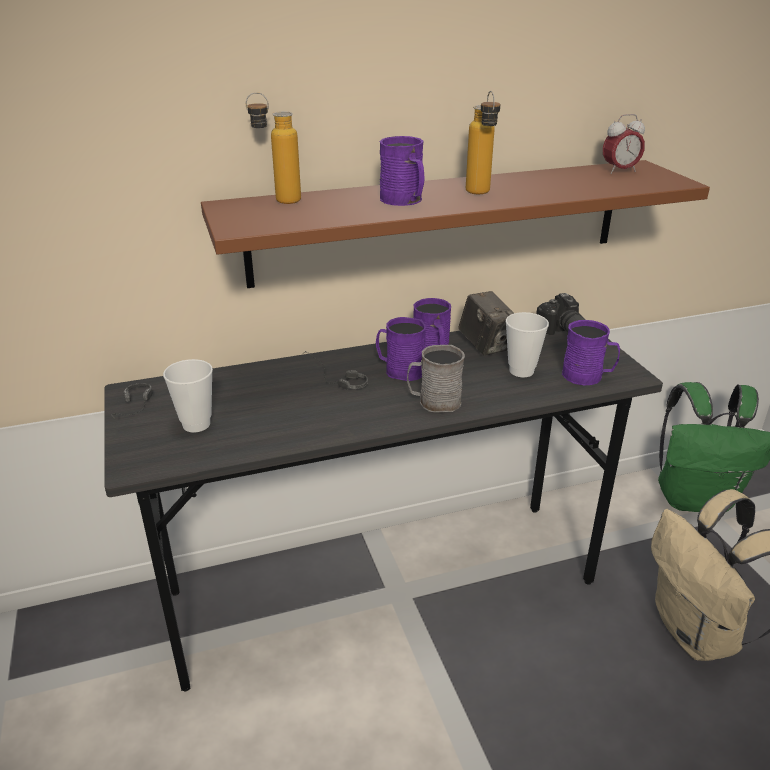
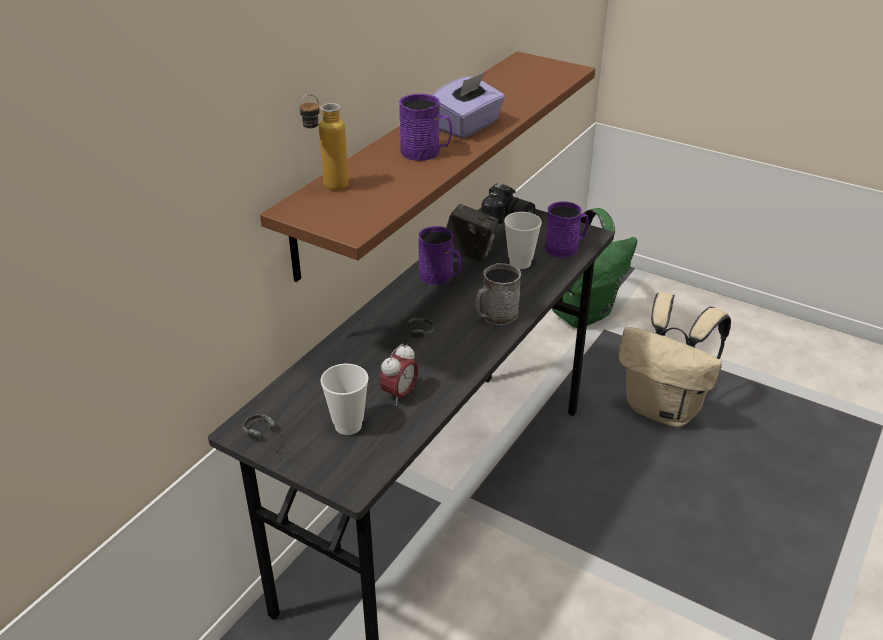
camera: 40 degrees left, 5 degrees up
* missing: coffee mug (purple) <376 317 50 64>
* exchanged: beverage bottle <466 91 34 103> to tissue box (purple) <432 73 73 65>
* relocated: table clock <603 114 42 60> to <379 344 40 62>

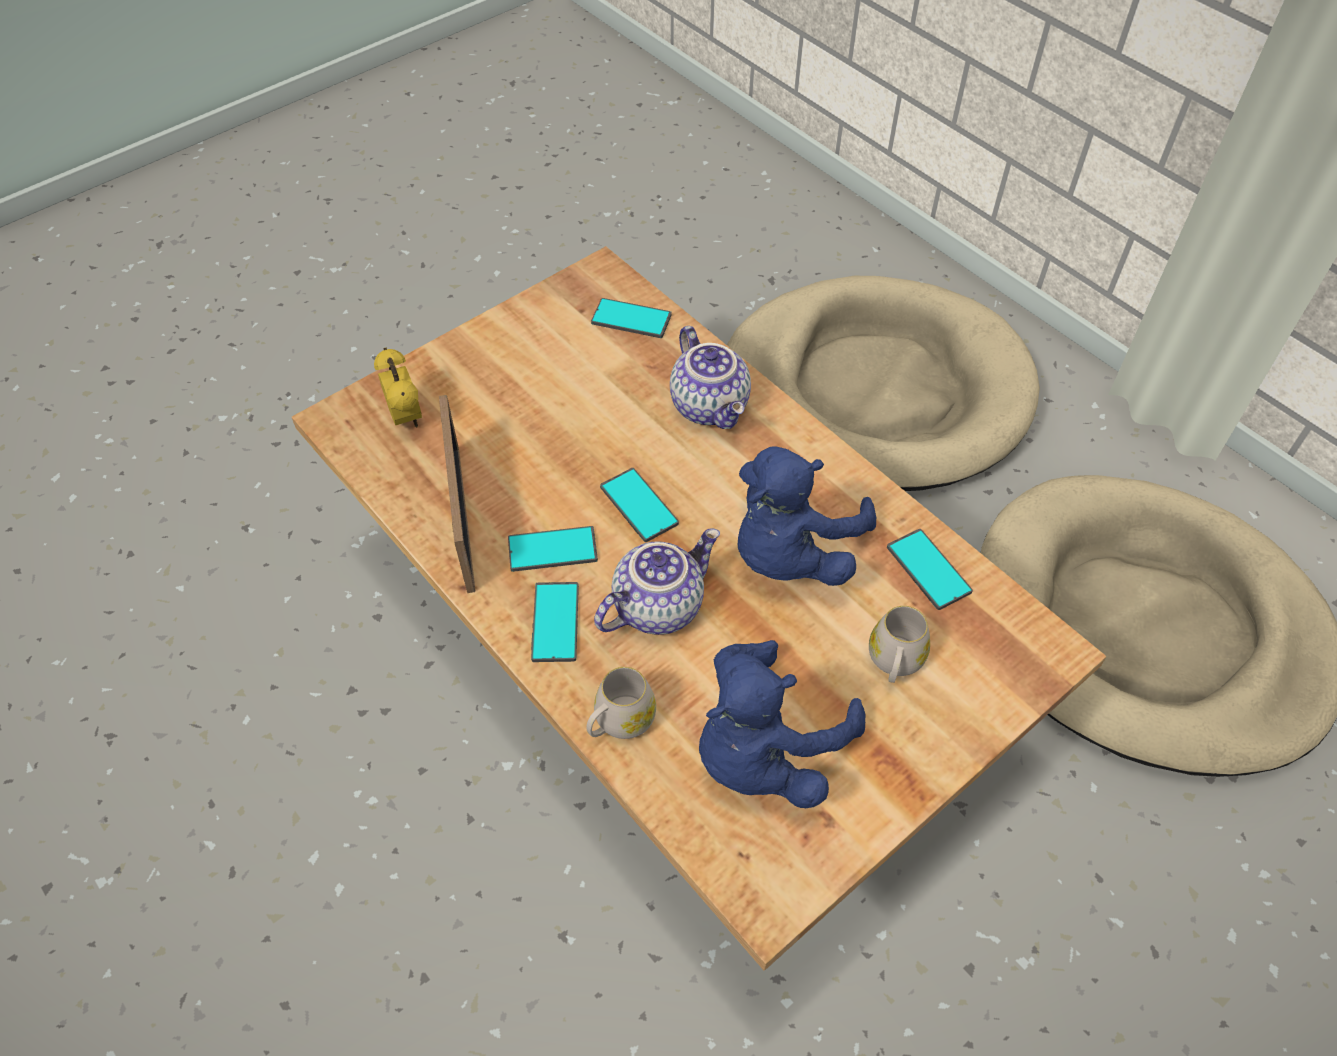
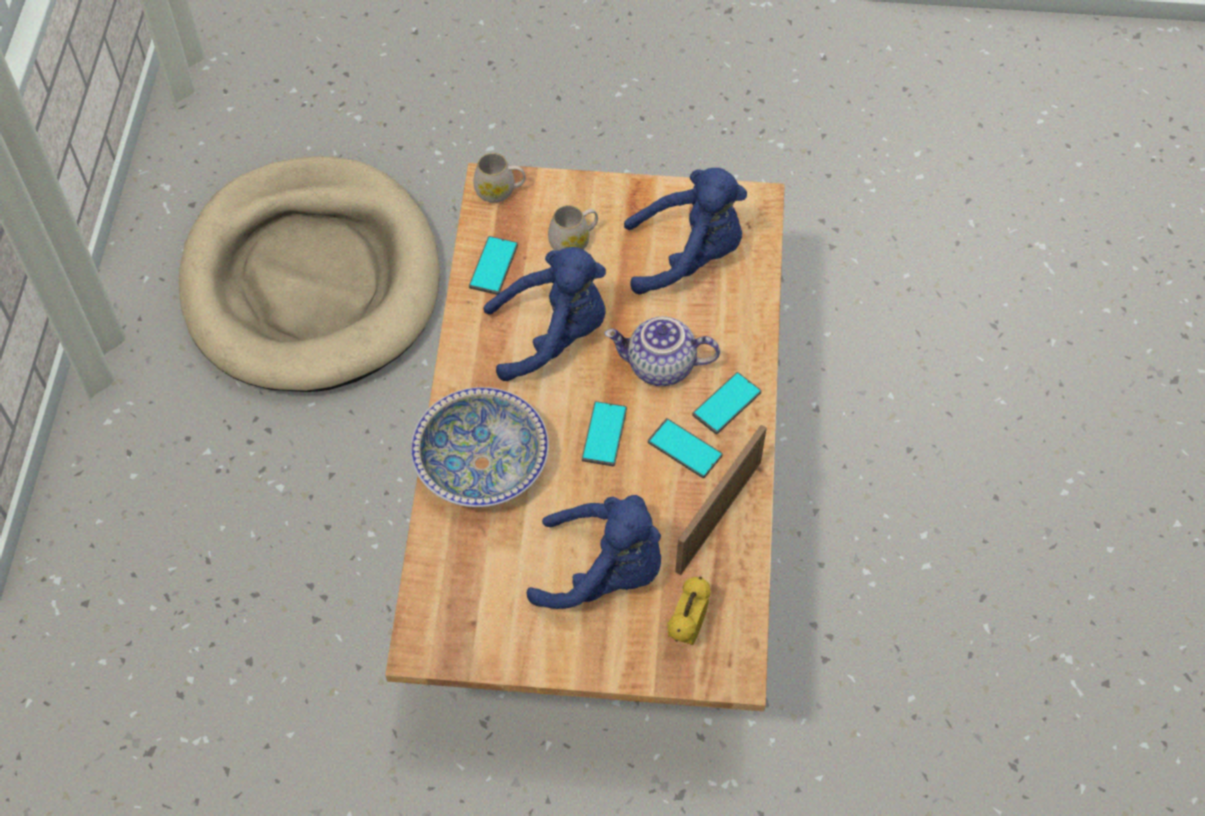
camera: 135 degrees left, 5 degrees up
* relocated: coffee mug (white-coloured) <586 667 70 72> to <473 153 52 50>
* missing: handset <591 298 81 40>
* exchanged: tea pot <670 326 81 103> to serving bowl <411 387 138 120>
* missing: pet bed (beige-coloured) <727 276 313 215>
* appeared: cuddly toy (blue-coloured) <527 495 134 114>

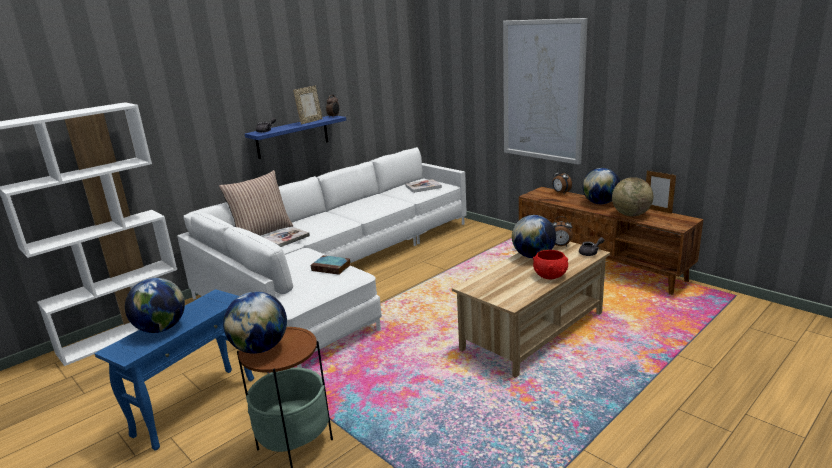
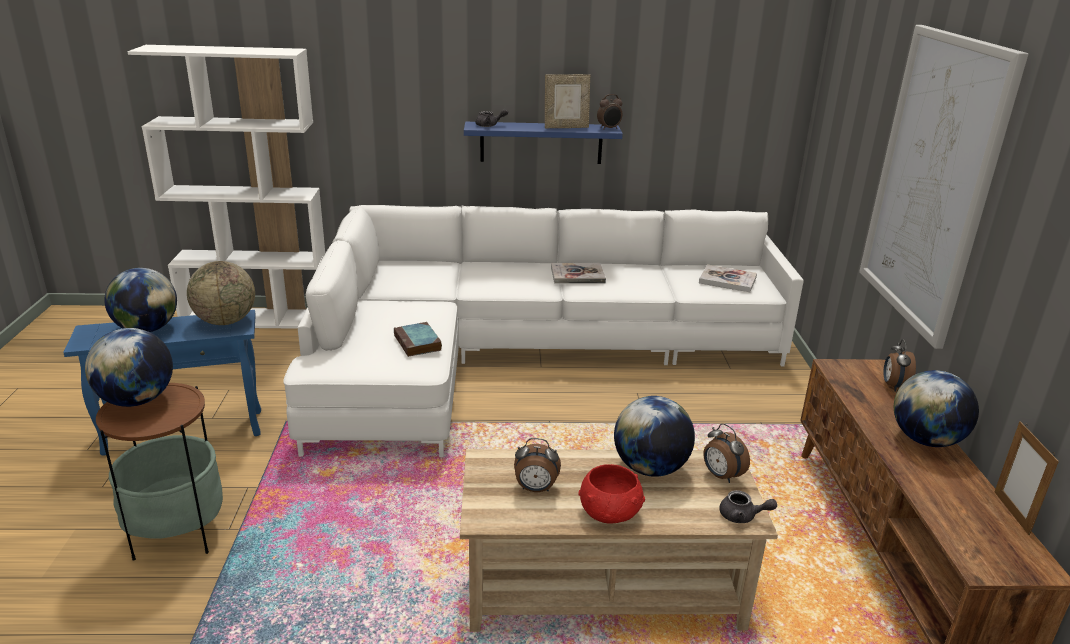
camera: 40 degrees right, 5 degrees up
* missing: cushion <219 170 74 66>
* relocated: book <264 227 46 20> to <551 263 55 20>
* relocated: world globe <612 177 41 39> to <187 261 68 64>
* appeared: table clock <514 438 47 54>

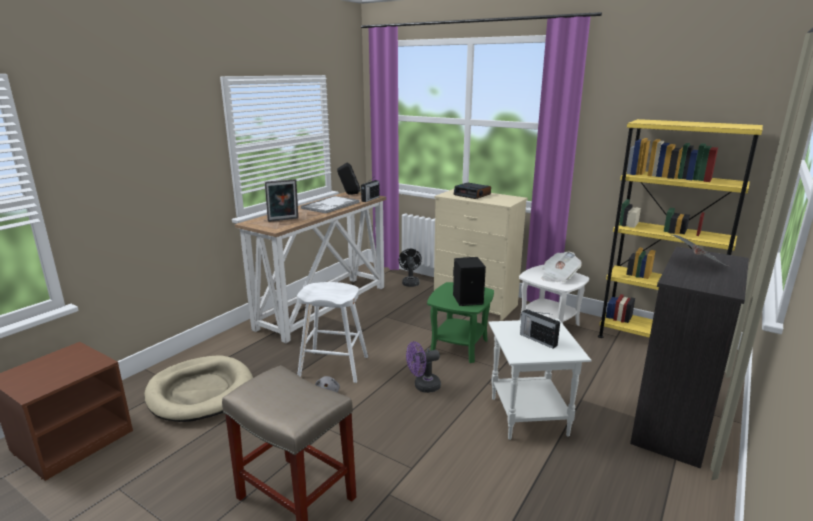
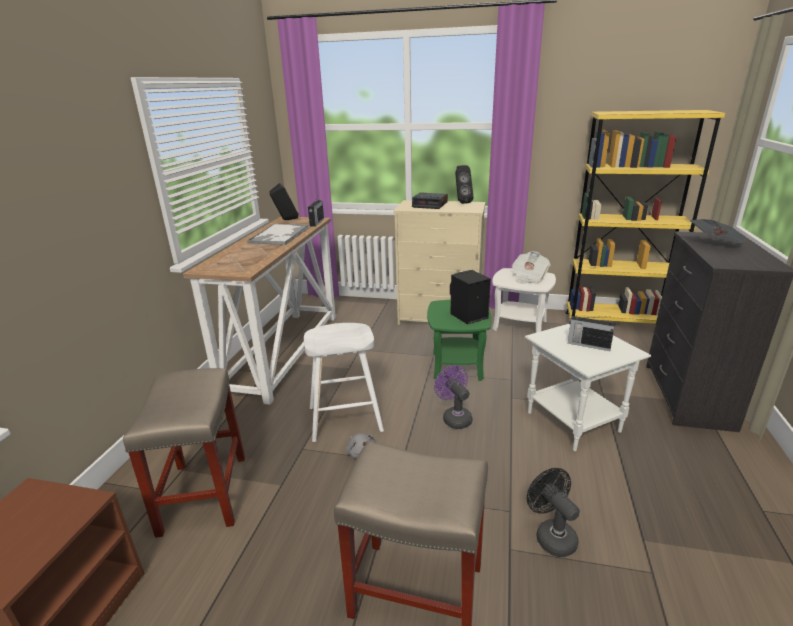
camera: 20 degrees left, 5 degrees up
* exchanged: pet bed (beige-coloured) <144 355 109 67> to stool (beige-coloured) <123 368 122 170>
* missing: picture frame <265 179 33 43>
* relocated: fan (blackish) <399 249 23 38> to <527 468 53 89>
* spun: fan (purple) <406 341 35 52> = <434 366 39 63> 105 degrees clockwise
* appeared: speaker (blackish) <455 165 18 39>

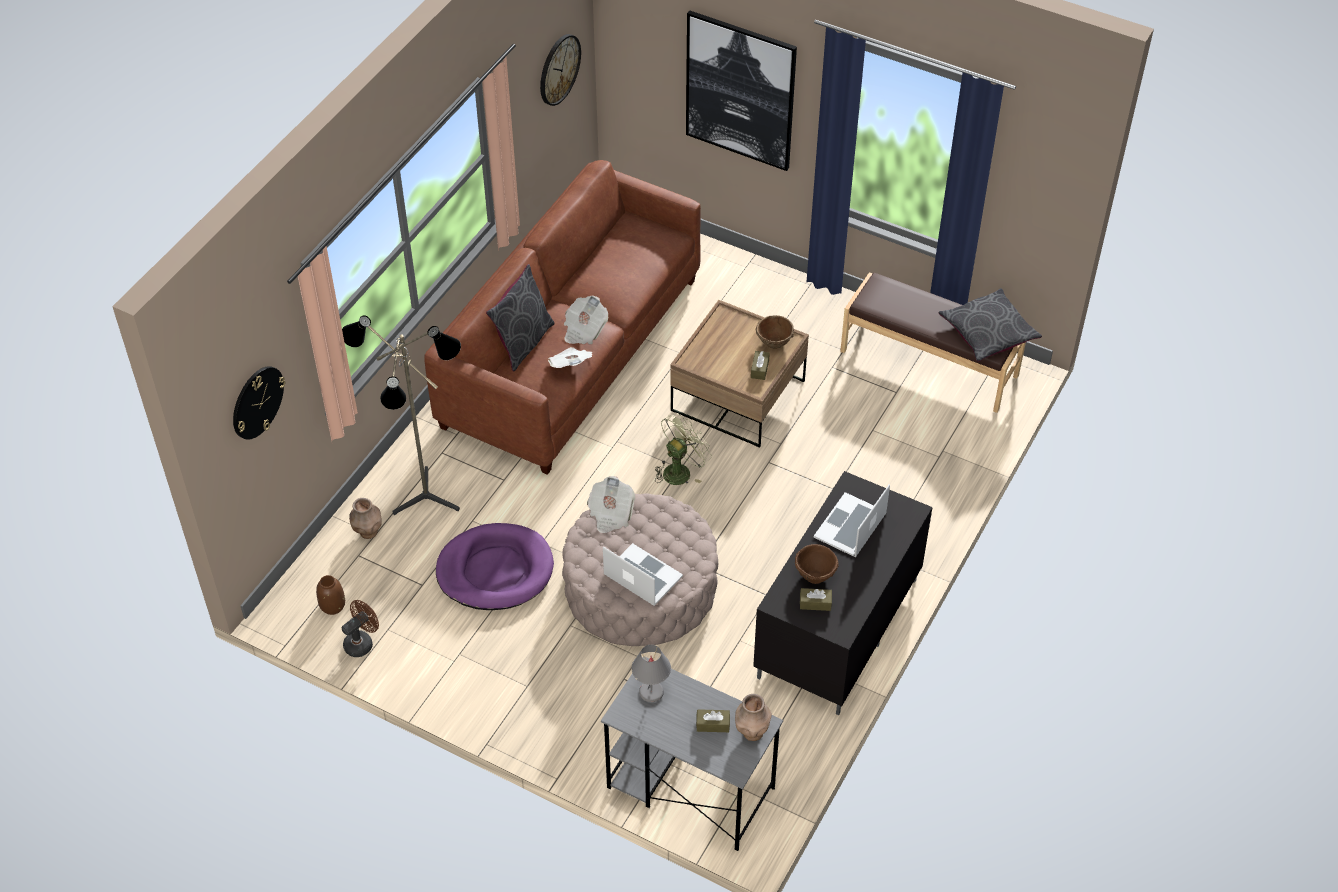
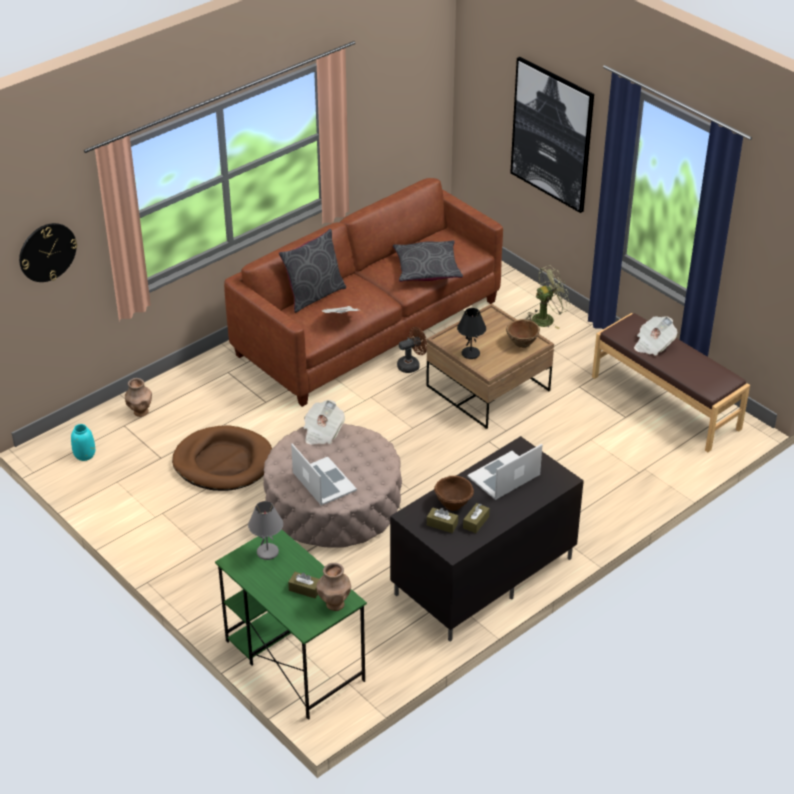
camera: 20 degrees right, 10 degrees down
* colour: flower vase (brown) <316 575 29 40> to flower vase (turquoise-coloured) <71 424 24 37>
* missing: standing lamp <342 316 119 199>
* relocated: fan (brown) <342 600 37 57> to <397 327 30 46>
* colour: pet bed (purple) <436 523 118 87> to pet bed (brown) <172 426 100 65>
* missing: wall clock <540 34 41 72>
* relocated: daily paper <564 295 44 50> to <634 316 43 40>
* colour: desk unit (gray) <601 656 182 195> to desk unit (green-coloured) <215 529 152 191>
* relocated: fan (green-coloured) <655 413 57 72> to <526 265 45 64>
* relocated: tissue box (brown) <751 351 19 29> to <463 503 27 30>
* relocated: cushion (gray) <939 288 103 74> to <393 240 70 42>
* appeared: table lamp (blackish) <457 308 29 51>

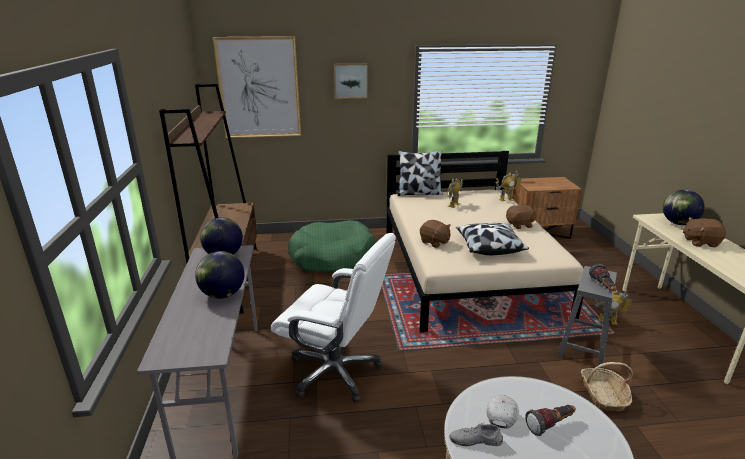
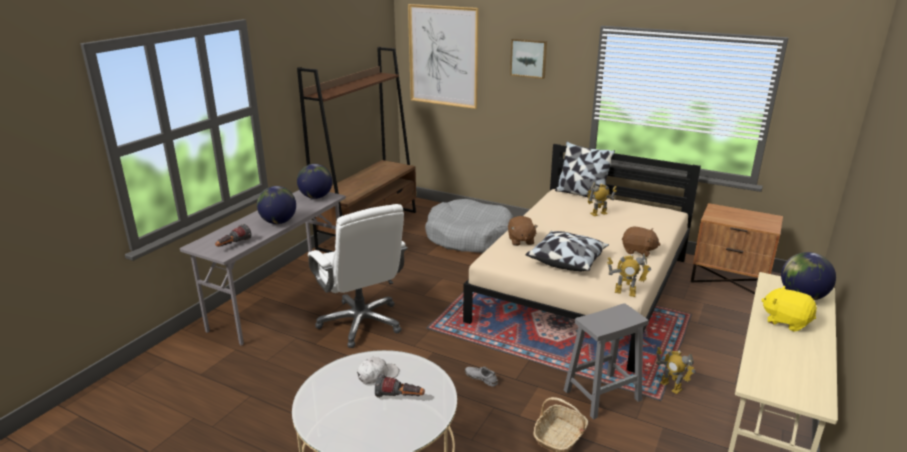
camera: 35 degrees right, 0 degrees up
* colour: pet bed (green-coloured) <288 220 88 53> to pet bed (gray) <425 199 88 54>
* relocated: low shoe (gray) <449 422 54 24> to <465 367 33 20>
* relocated: model robot <496 170 26 31> to <607 253 44 44>
* relocated: flashlight <589 264 28 27> to <215 224 37 23>
* colour: cuddly toy (brown) <683 217 43 30> to cuddly toy (yellow-coloured) <761 286 56 46>

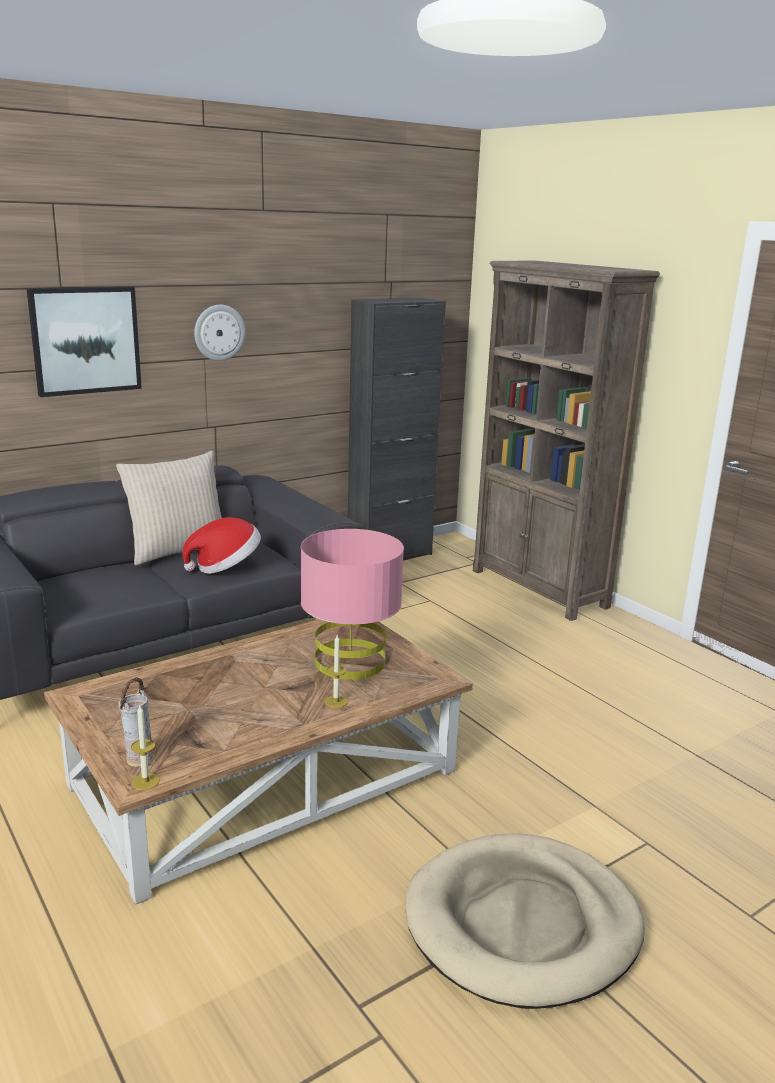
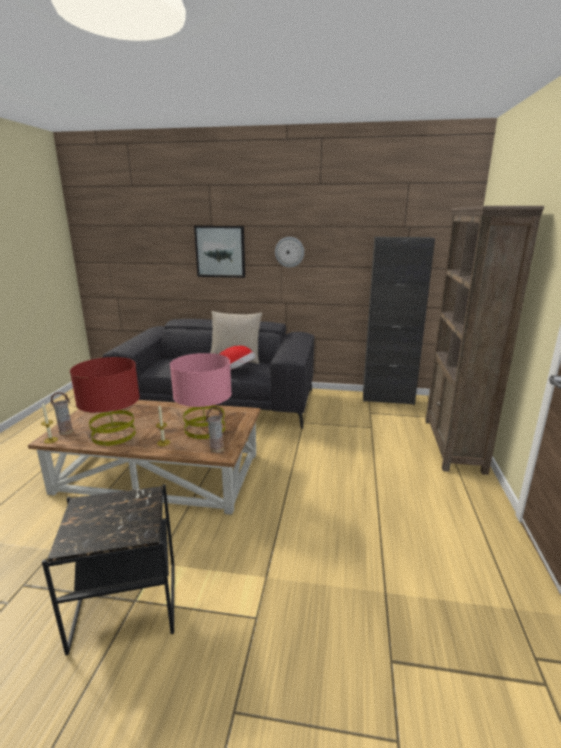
camera: 45 degrees right, 0 degrees up
* exchanged: pet bed (beige-coloured) <405 833 240 176> to side table (blackish) <42 484 132 171>
* appeared: table lamp (red-coloured) <70 357 70 89>
* appeared: flower vase <206 407 18 46>

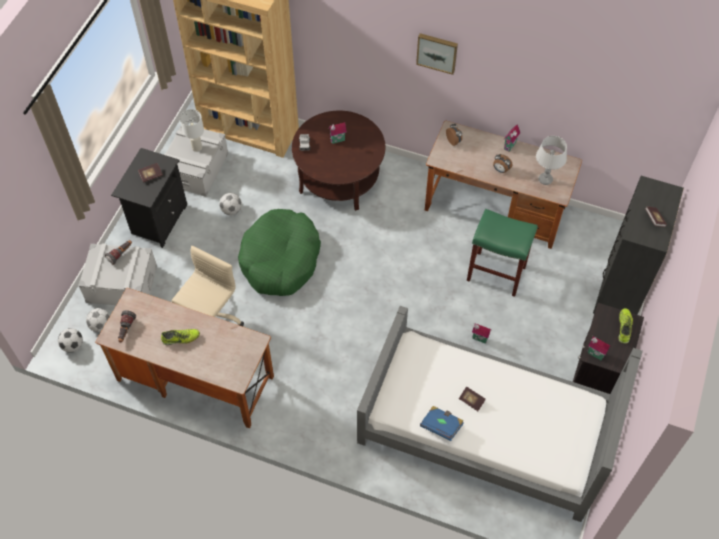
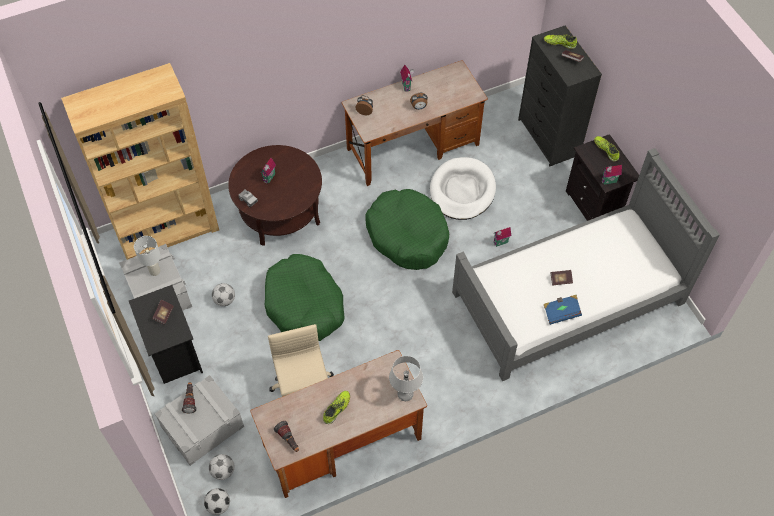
camera: 45 degrees left, 0 degrees up
* missing: wall picture <416 33 42 42>
* exchanged: stool (green-coloured) <467 209 71 88> to pet bed (white-coloured) <430 157 66 63>
* relocated: table lamp (gray) <536 136 31 49> to <389 356 34 45>
* appeared: pet bed (green-coloured) <365 189 84 81>
* appeared: low shoe <544 34 33 15>

